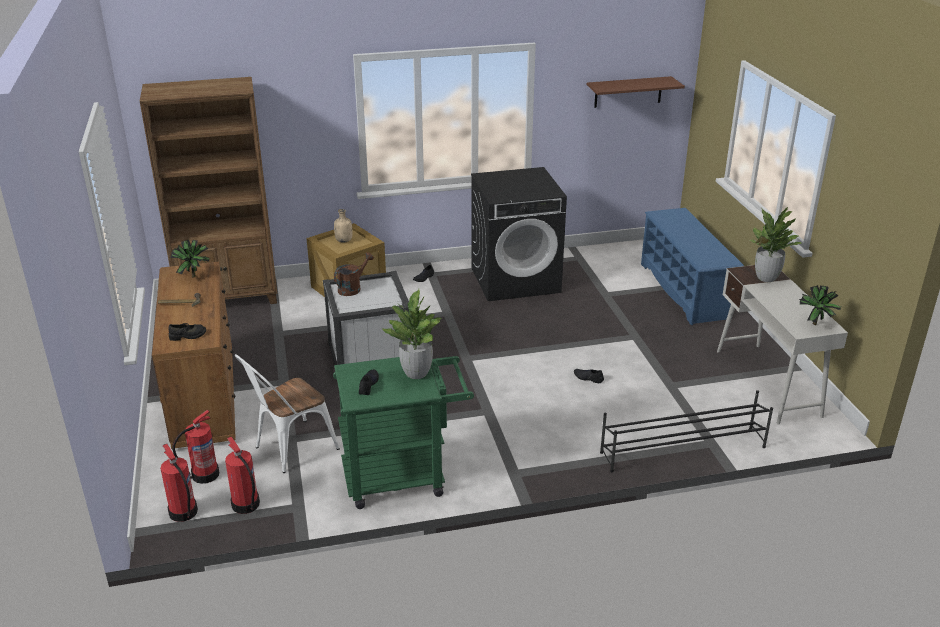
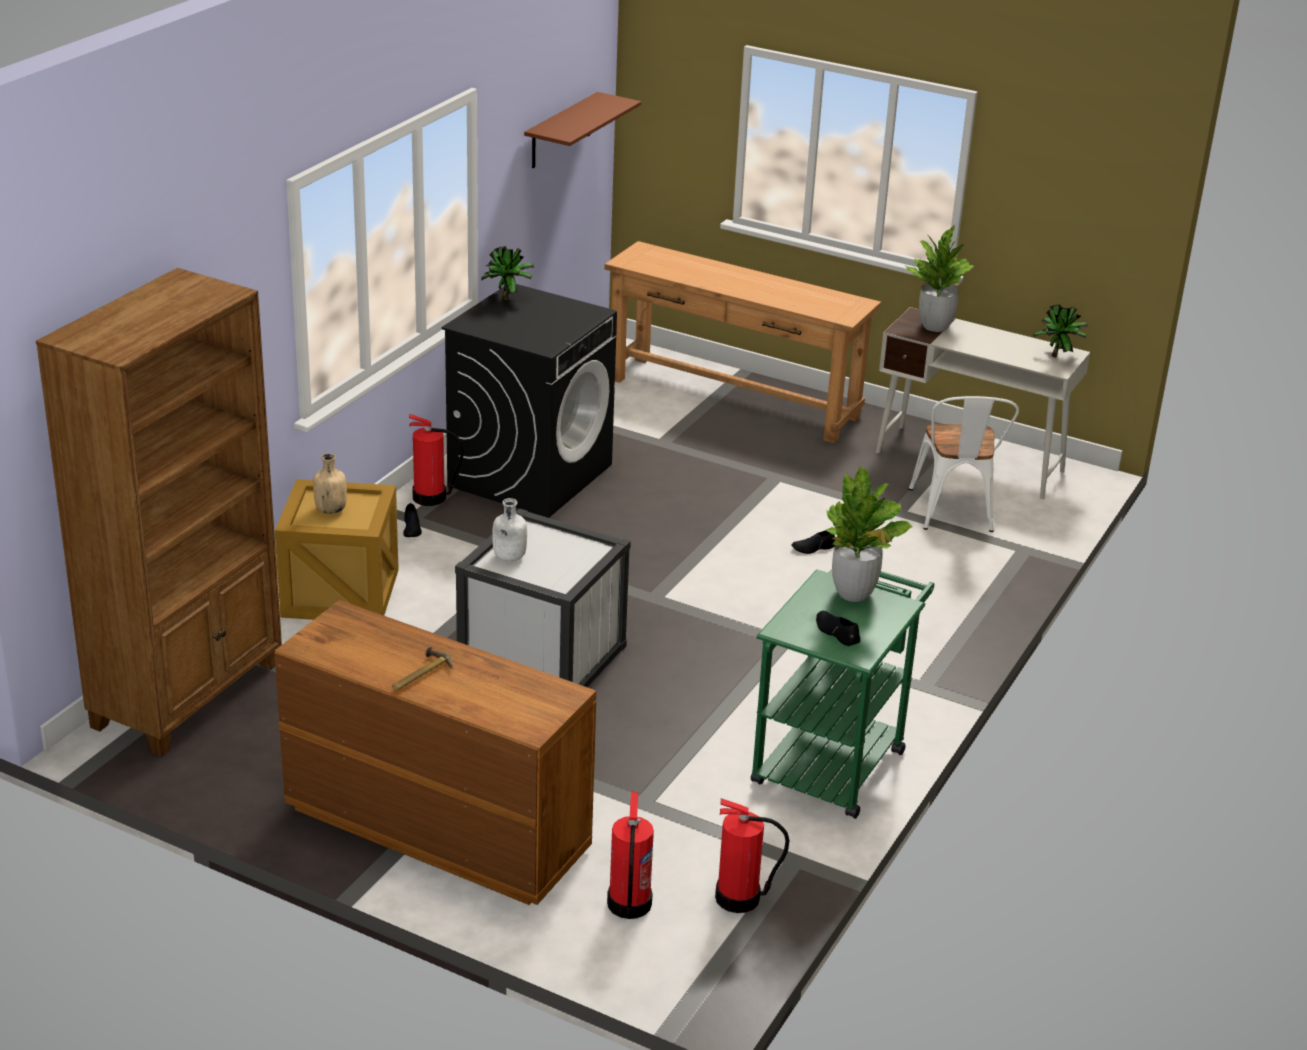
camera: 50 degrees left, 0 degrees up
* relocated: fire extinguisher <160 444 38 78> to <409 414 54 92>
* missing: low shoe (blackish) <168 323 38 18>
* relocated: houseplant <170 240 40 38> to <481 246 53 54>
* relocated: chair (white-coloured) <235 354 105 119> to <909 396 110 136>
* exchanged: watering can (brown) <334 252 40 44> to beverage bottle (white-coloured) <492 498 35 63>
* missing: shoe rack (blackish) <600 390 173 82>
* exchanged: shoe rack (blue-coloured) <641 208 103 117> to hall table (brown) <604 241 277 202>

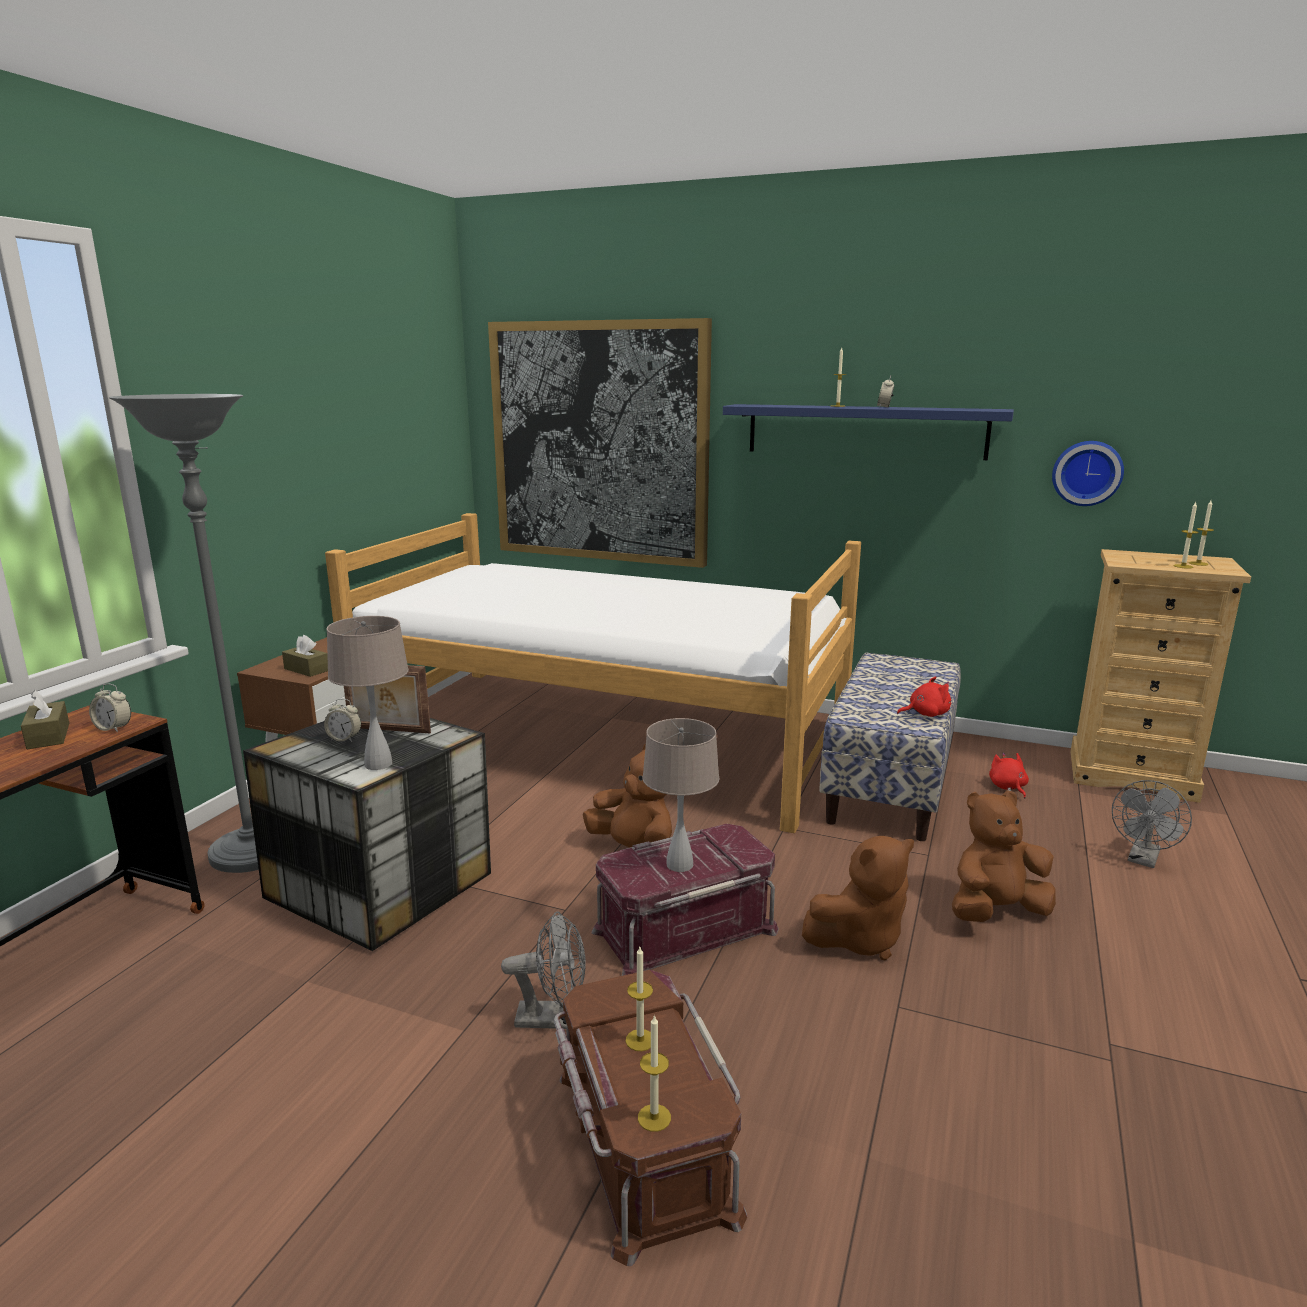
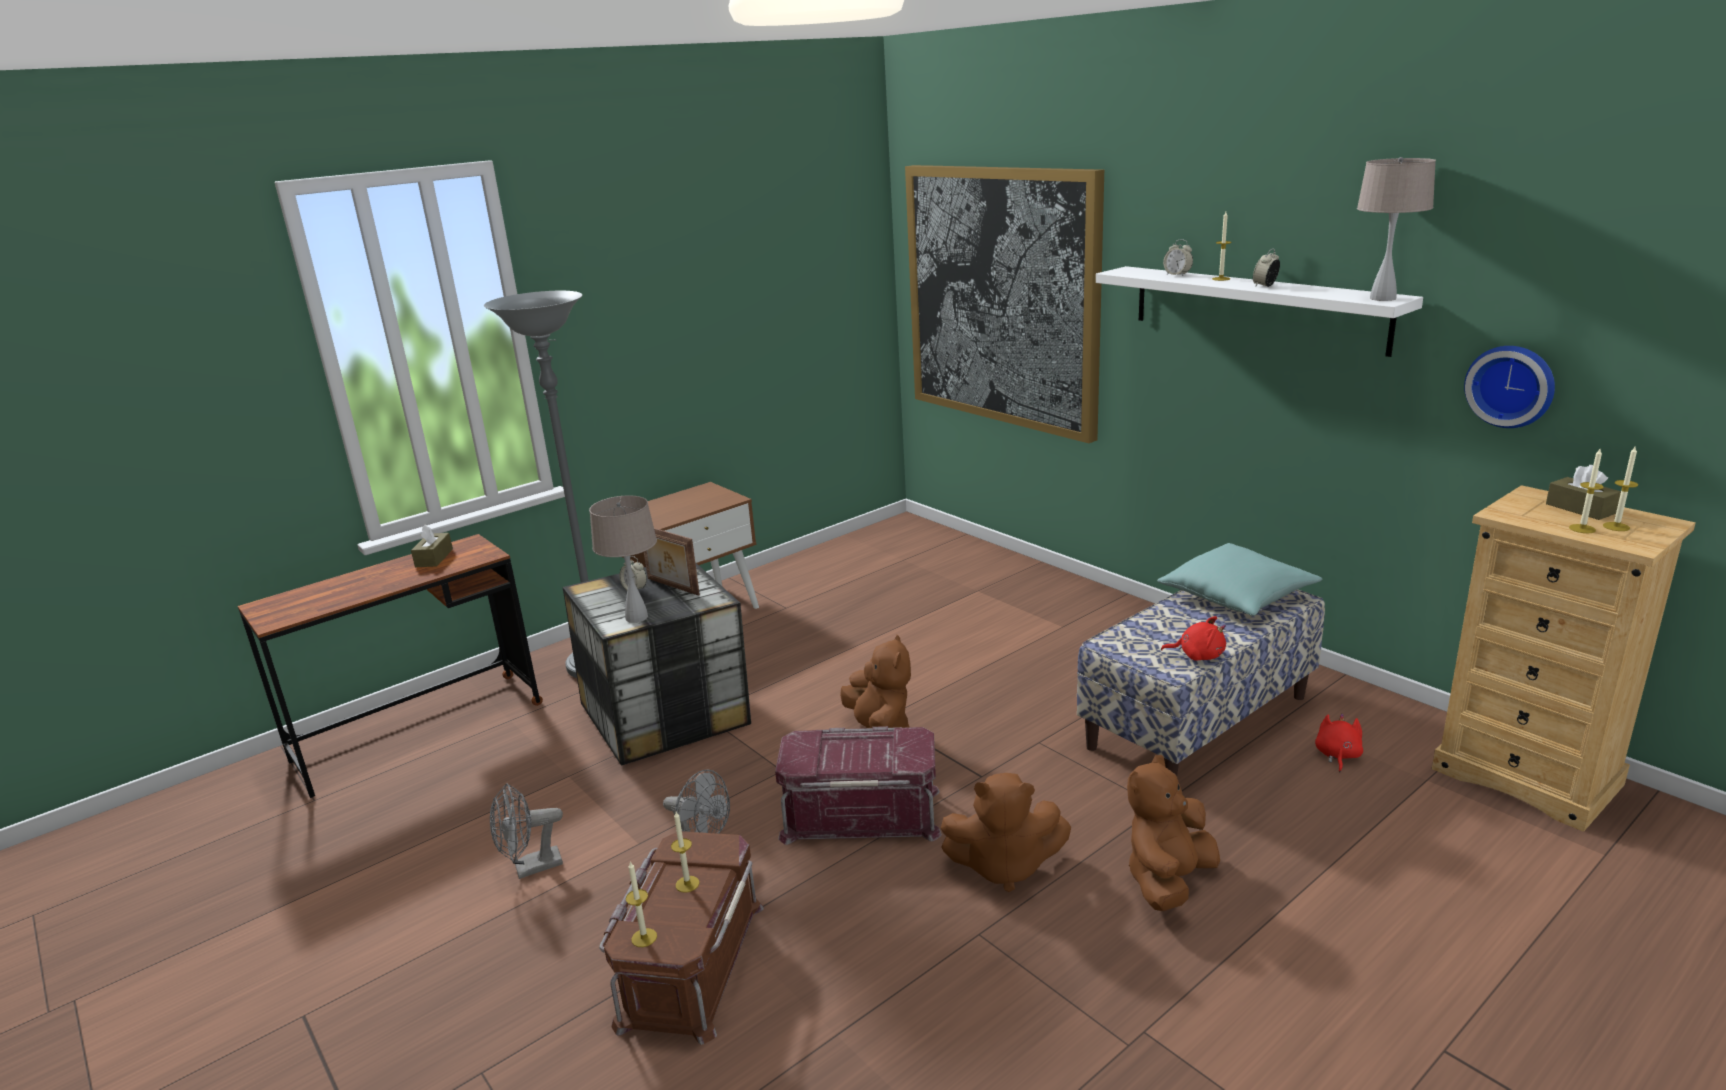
camera: 30 degrees right, 5 degrees up
* relocated: table clock <89 684 42 48> to <1163 239 30 37>
* relocated: tissue box (brown) <282 635 46 42> to <1546 465 75 55>
* missing: bedroom bed <325 513 536 320>
* relocated: table lamp (beige-coloured) <642 718 77 154> to <1357 157 79 144>
* colour: shelf (blue-coloured) <723 404 291 56> to shelf (white-coloured) <1096 266 327 91>
* spun: cuddly toy (brown) <952 790 104 132> = <1127 755 93 156> 60 degrees counterclockwise
* relocated: fan (gray) <1112 780 80 88> to <490 783 73 96>
* appeared: cushion (turquoise-coloured) <1157 543 165 73>

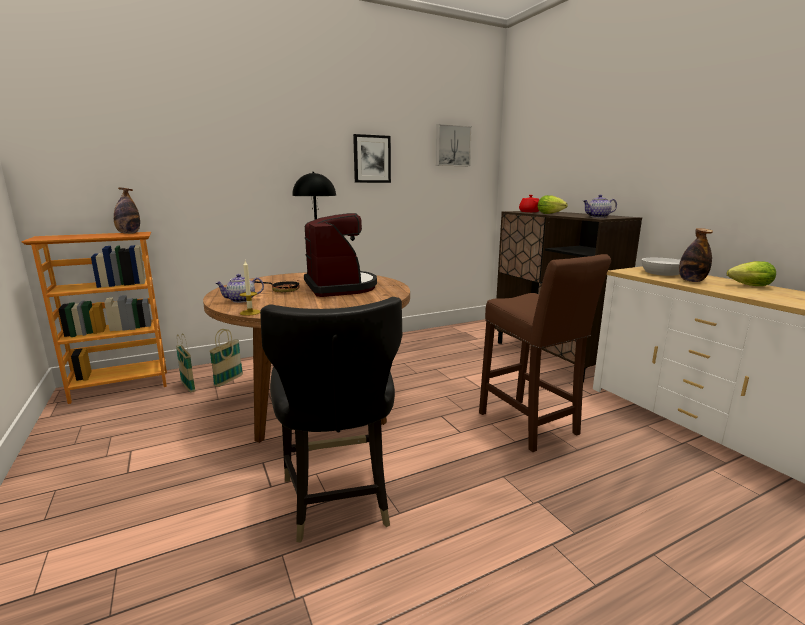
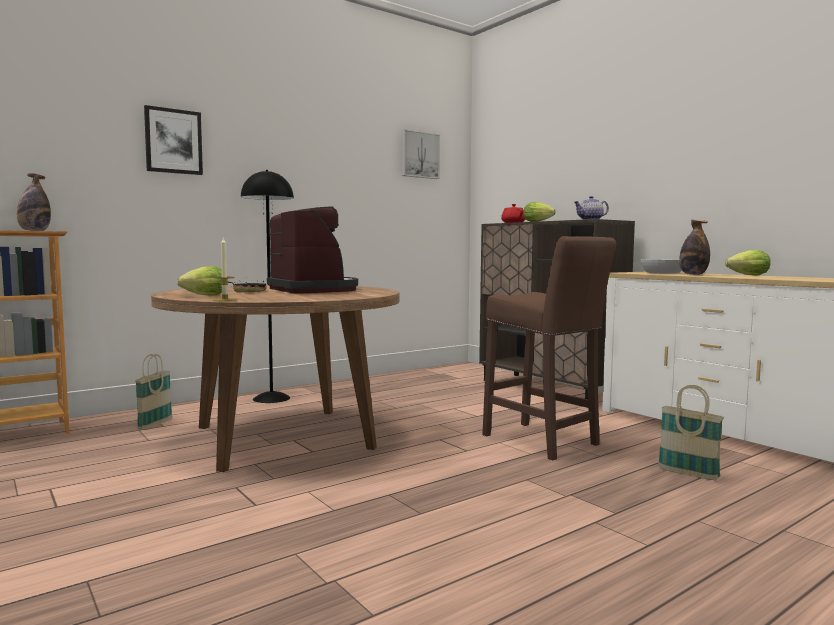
camera: 10 degrees left, 10 degrees down
* relocated: household basket <176 333 19 60> to <658 385 66 95>
* exchanged: tea pot <215 274 49 29> to lettuce <177 266 45 30>
* missing: chair (blackish) <260 297 142 245>
* relocated: wall picture <353 134 38 49> to <144 105 59 70>

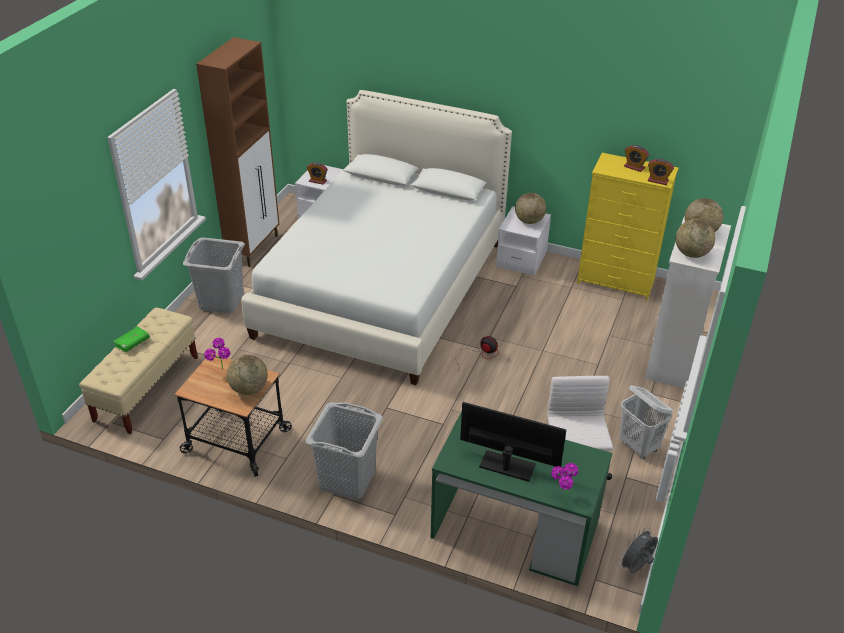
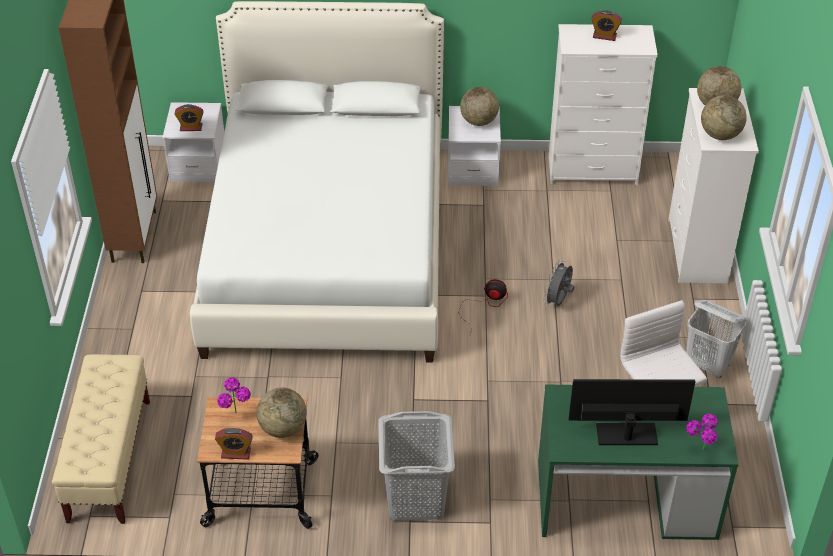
camera: 20 degrees left, 5 degrees up
* missing: book (green-coloured) <113 326 37 26>
* missing: washing basket (gray) <183 237 62 76>
* colour: chest of drawers (yellow-coloured) <577 153 101 147> to chest of drawers (white-coloured) <549 24 109 161>
* relocated: fan (gray) <618 528 40 46> to <543 260 31 46>
* relocated: table clock <648 158 26 27> to <215 428 38 32>

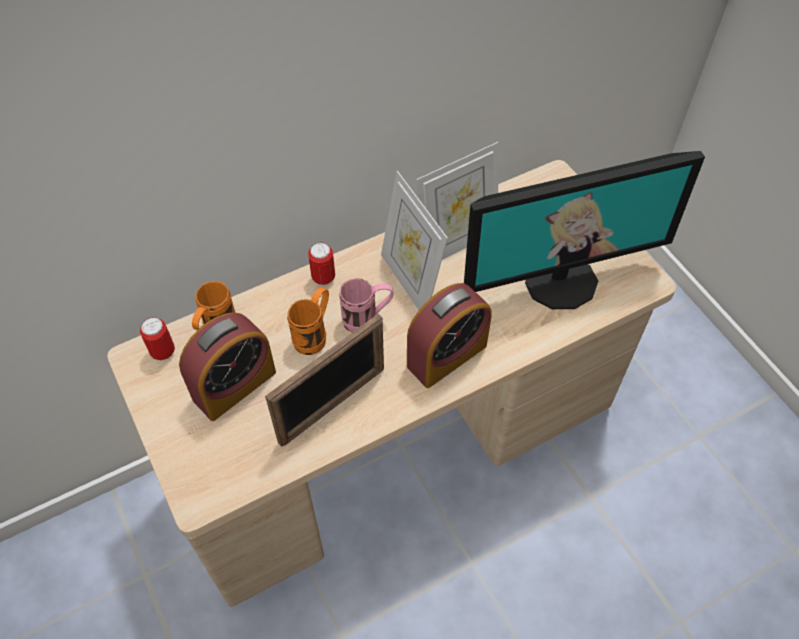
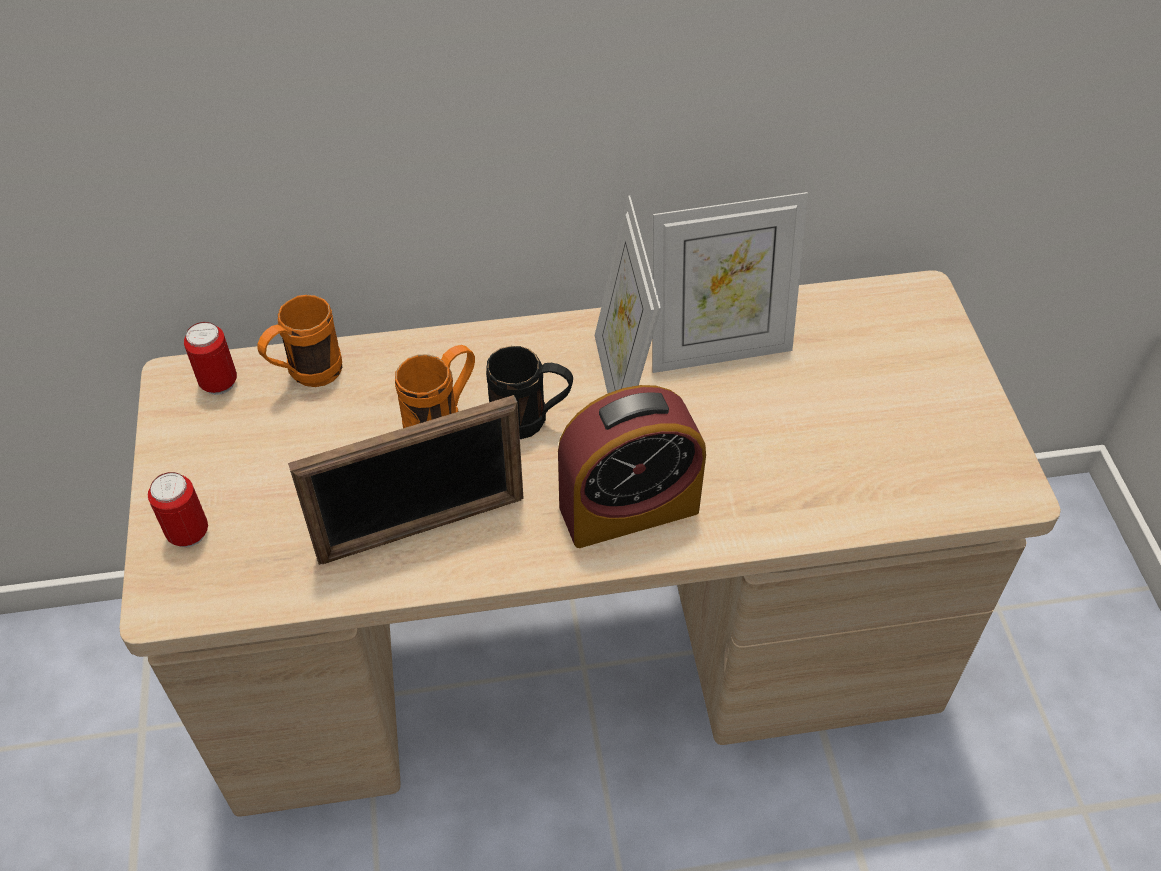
camera: 20 degrees right, 5 degrees down
* missing: table clock <179 312 97 109>
* relocated: can <308 242 27 43> to <148 472 60 75>
* colour: coffee mug (pink) <339 278 55 54> to coffee mug (blackish) <486 346 87 93>
* missing: computer display <464 151 241 158>

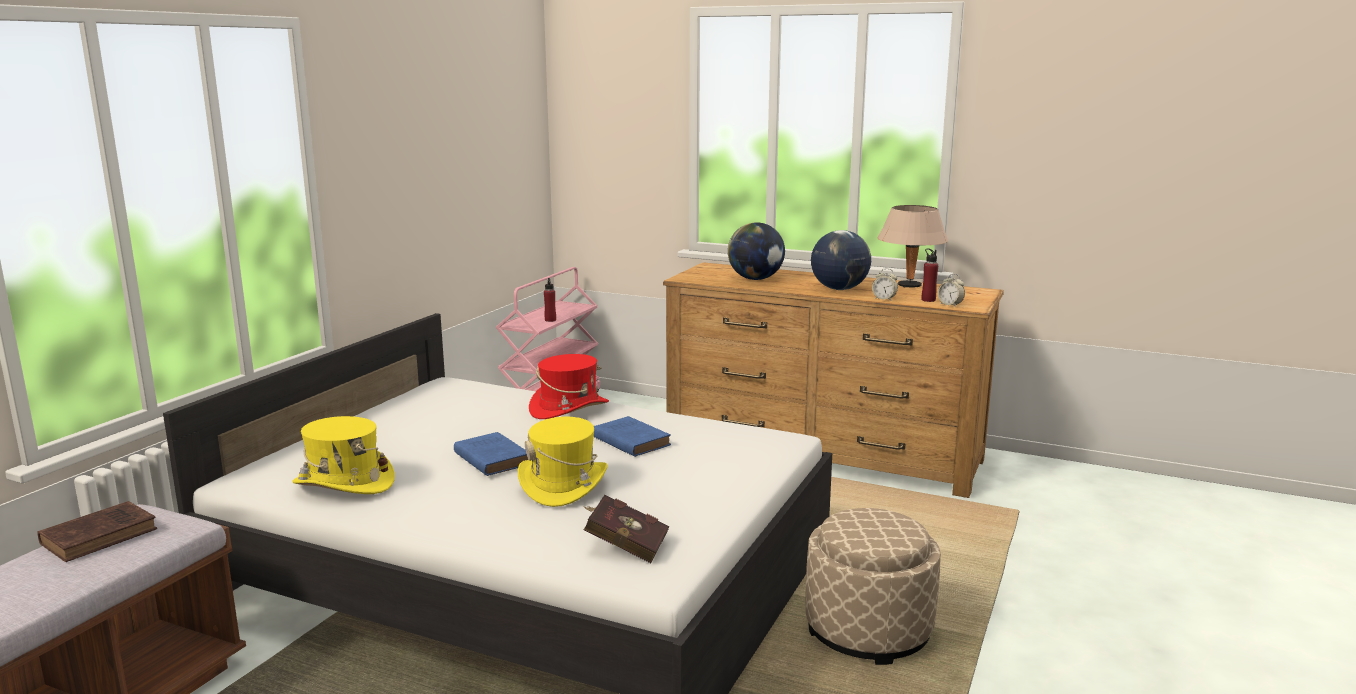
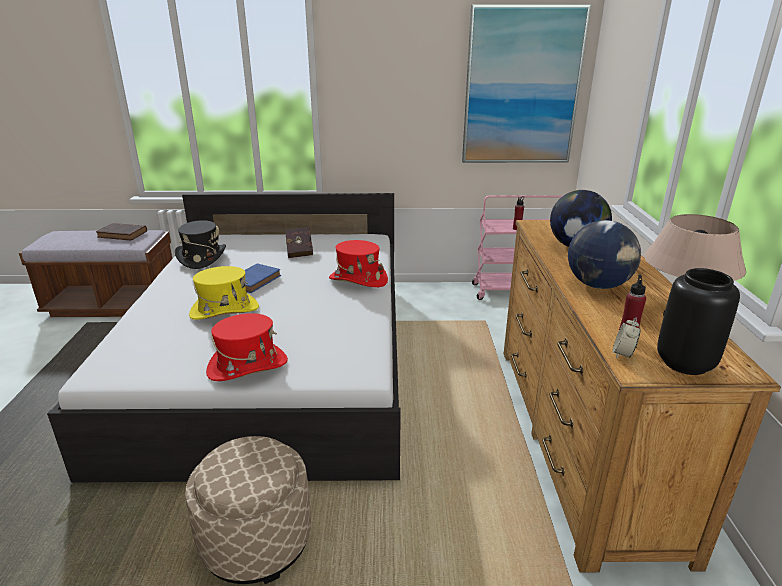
camera: 65 degrees right, 10 degrees up
* colour: wearable hat (yellow-coloured) <292 416 103 78> to wearable hat (blackish) <175 220 51 49>
* relocated: book (red-coloured) <583 495 87 68> to <285 227 28 31>
* missing: book (blue-coloured) <594 416 77 41>
* missing: table clock <872 268 26 33>
* appeared: wearable hat (red-coloured) <206 313 82 68>
* appeared: wall picture <462 5 129 158>
* appeared: flower vase (blackish) <657 268 83 107>

